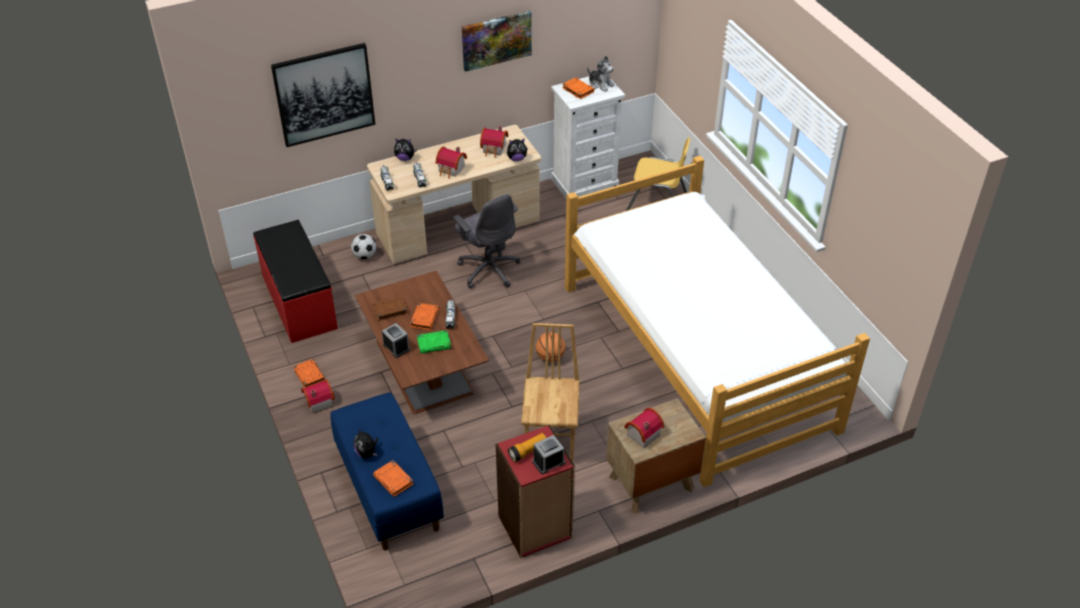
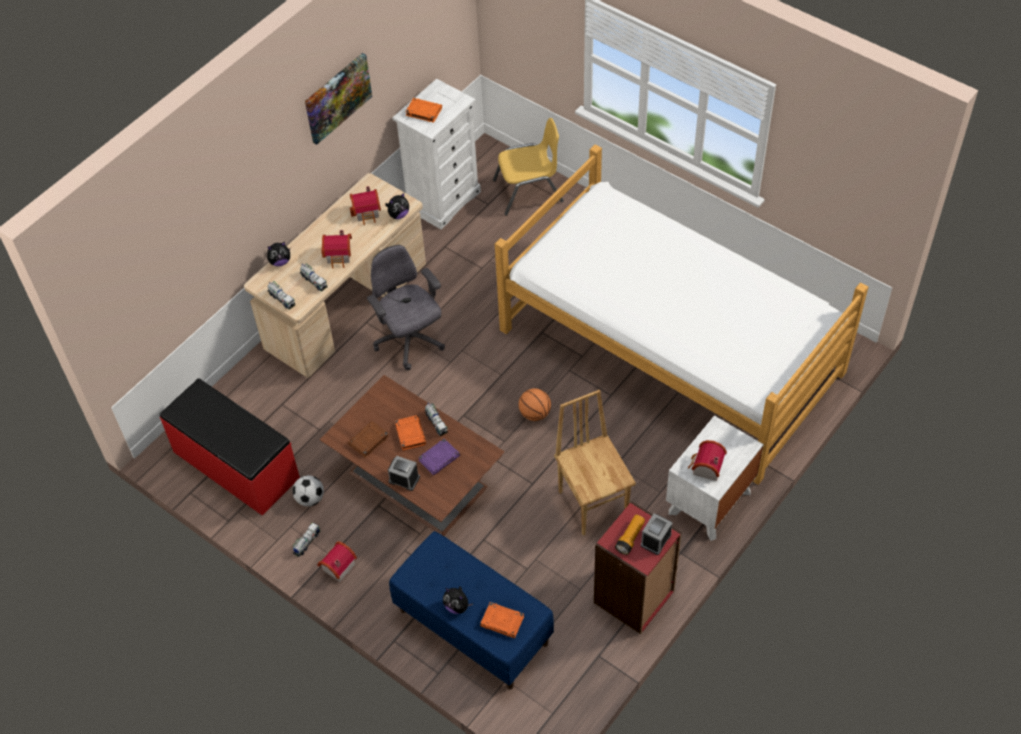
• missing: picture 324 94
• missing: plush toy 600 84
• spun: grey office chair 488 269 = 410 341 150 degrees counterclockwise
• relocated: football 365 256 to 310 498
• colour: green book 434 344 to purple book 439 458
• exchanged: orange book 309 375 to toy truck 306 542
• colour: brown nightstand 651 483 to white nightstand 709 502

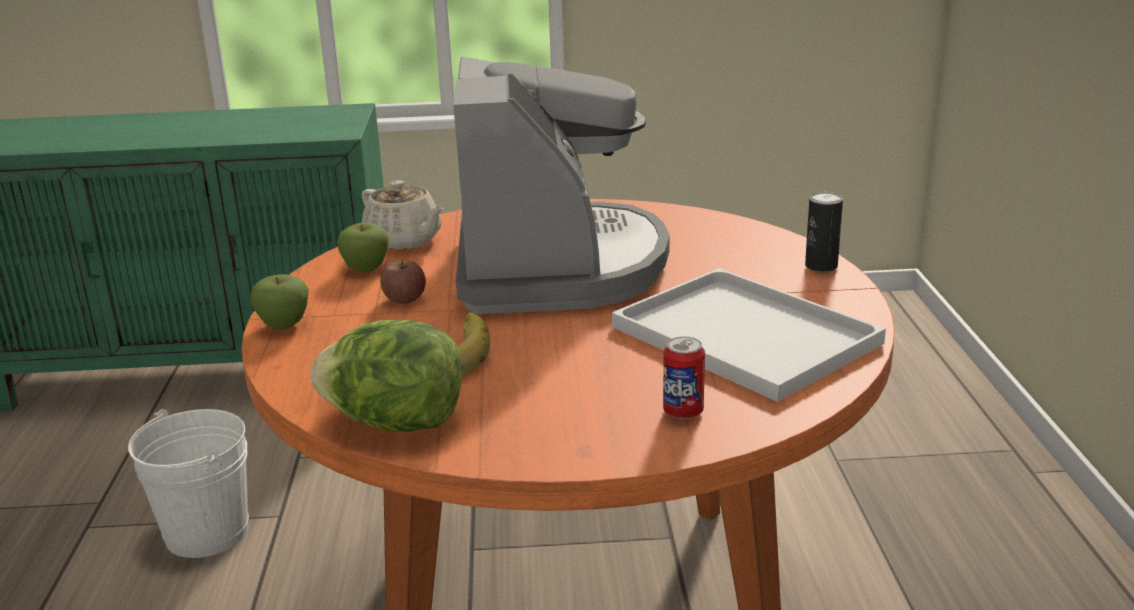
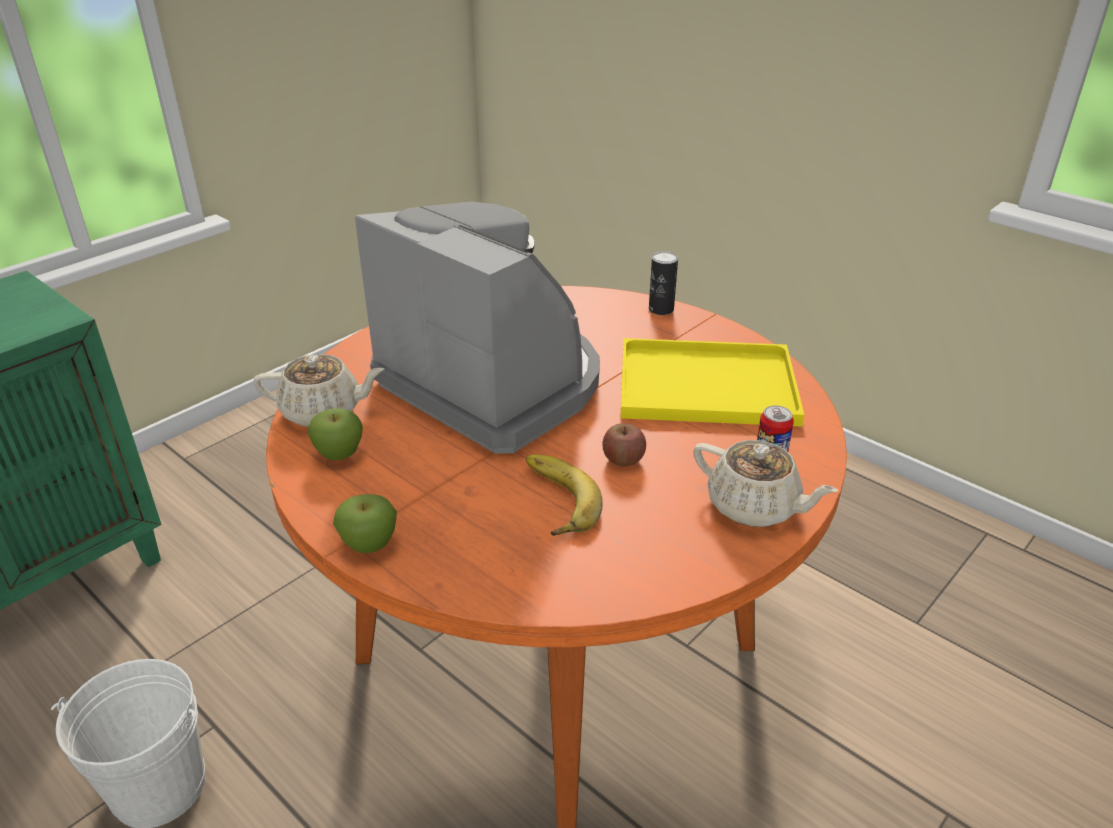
• relocated: apple 404 299 to 623 459
• colour: white tray 739 334 to yellow tray 703 386
• missing: lettuce 396 423
• appeared: beige teapot 754 507

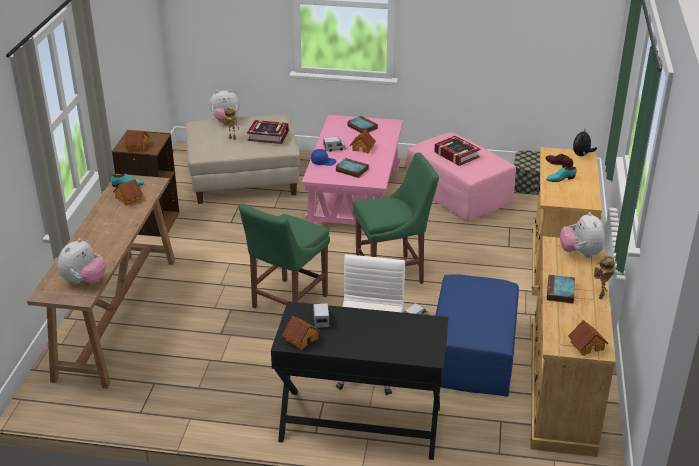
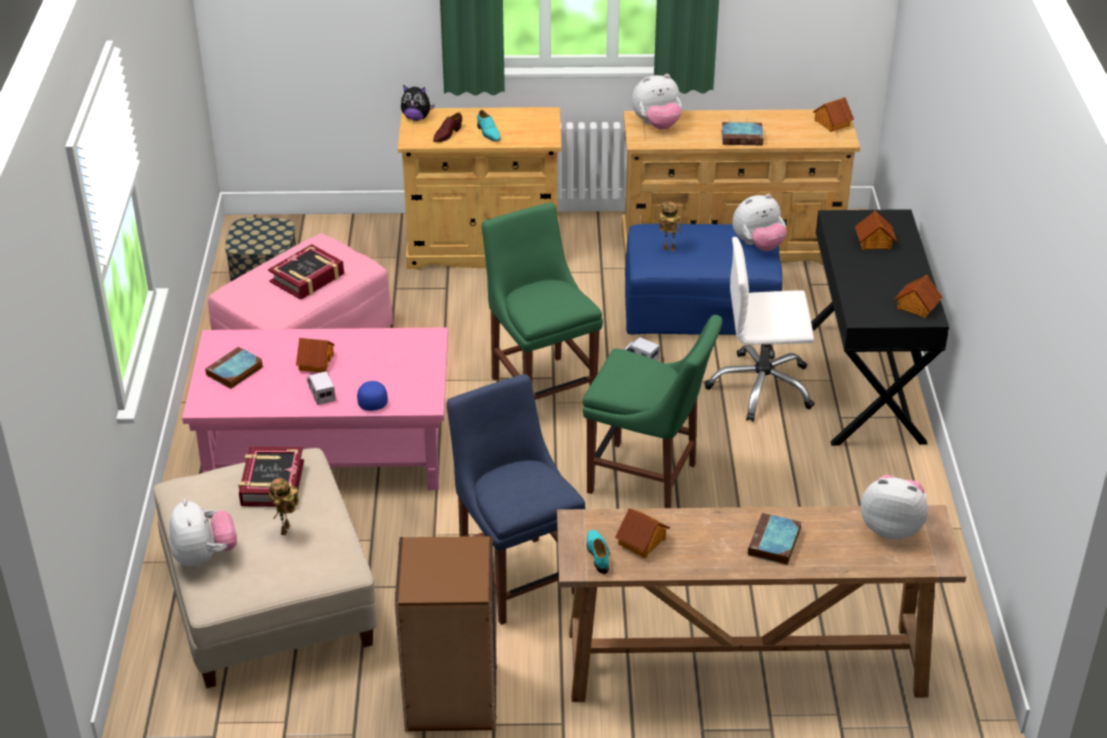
• relocated: toy house 137 146 to 874 242
• relocated: book 351 170 to 774 543
• relocated: toy robot 600 295 to 667 250
• missing: toy truck 321 319
• appeared: plush toy 758 245
• appeared: blue chair 517 575

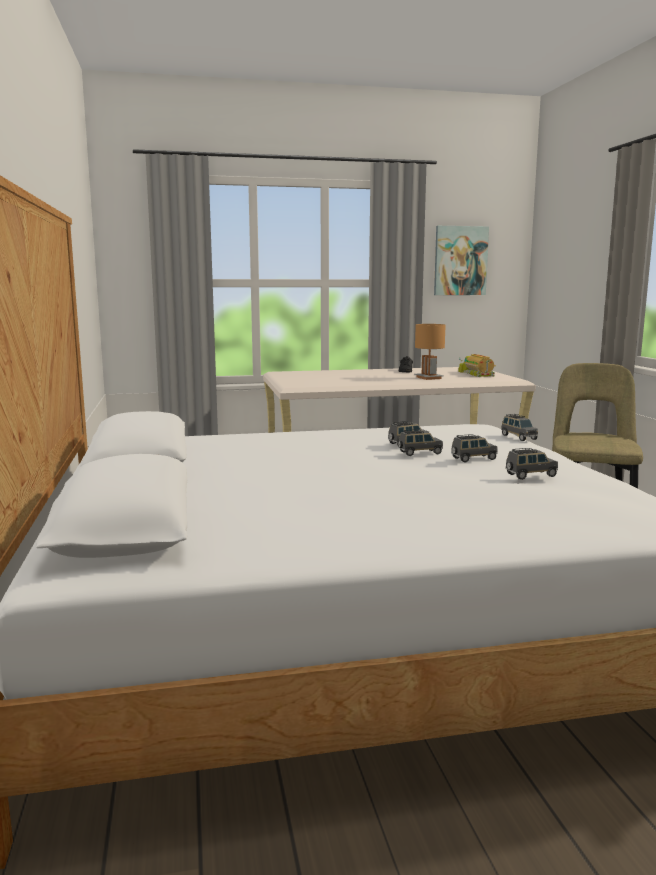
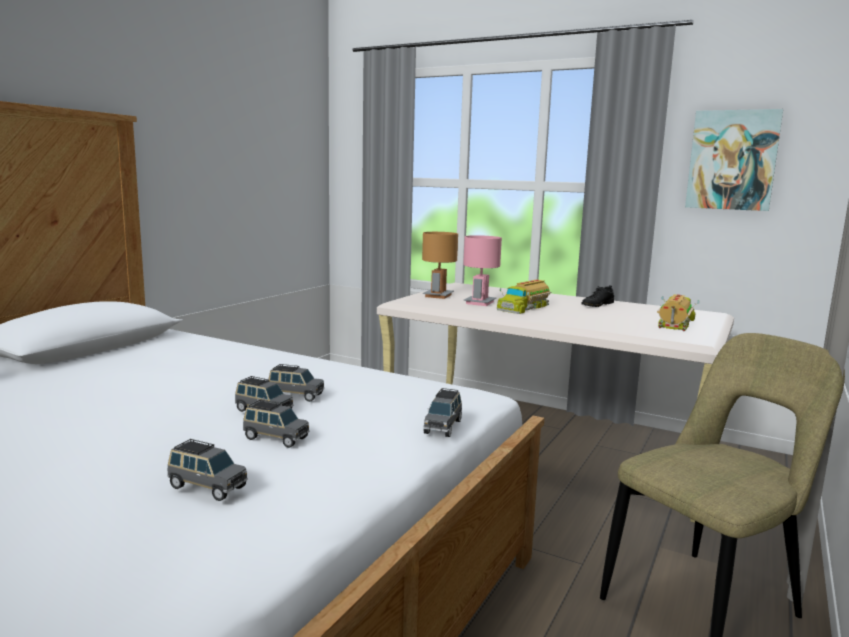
• relocated: brown table lamp 428 378 to 438 295
• appeared: pink table lamp 479 302
• appeared: toy truck 523 307

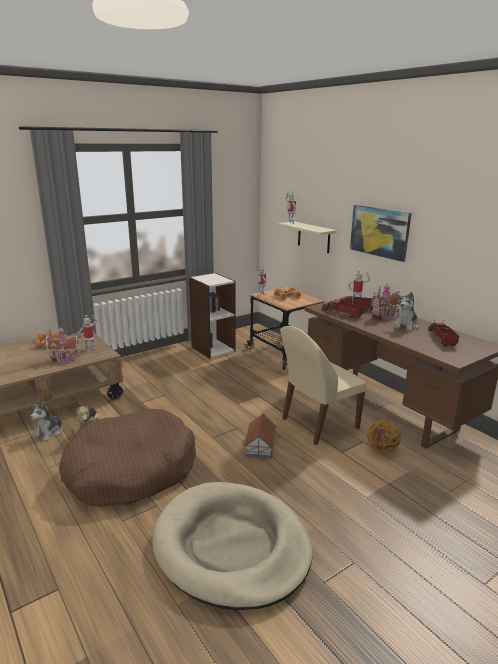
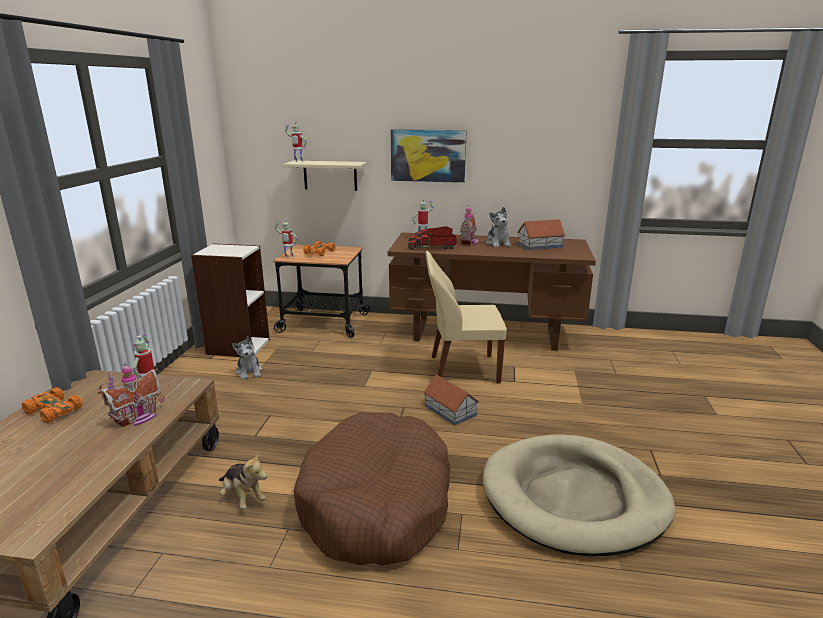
• exchanged: toy truck 441 339 to toy house 540 245
• spun: beige chair 318 424 = 461 369 75 degrees clockwise
• relocated: plush toy 49 432 to 249 372
• missing: basketball 382 449

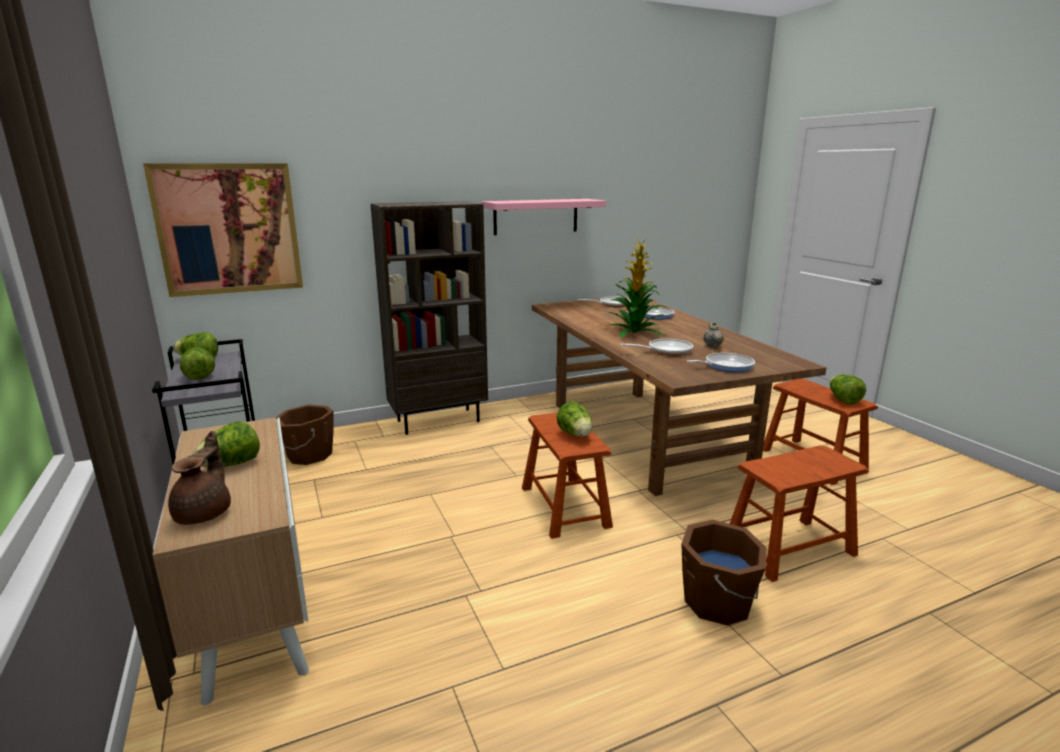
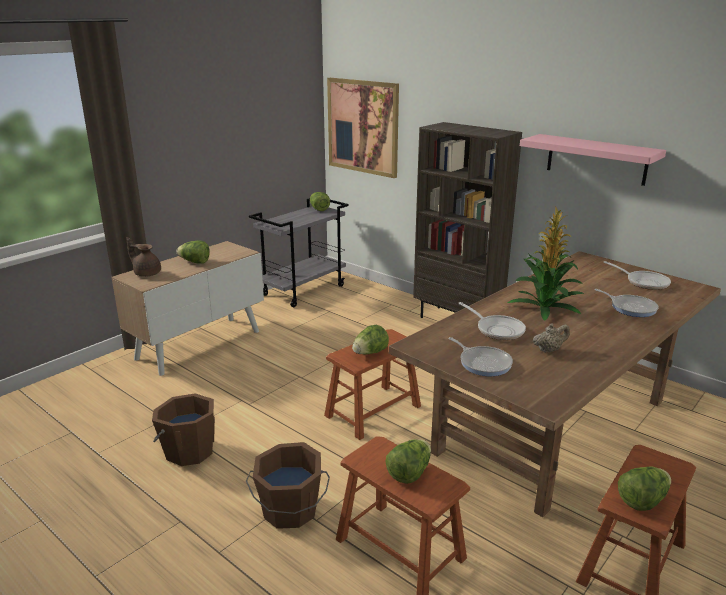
• relocated: lettuce 199 375 to 409 473
• relocated: brown bucket 308 455 to 188 450
• spun: brown teapot 205 513 = 147 273 135 degrees counterclockwise

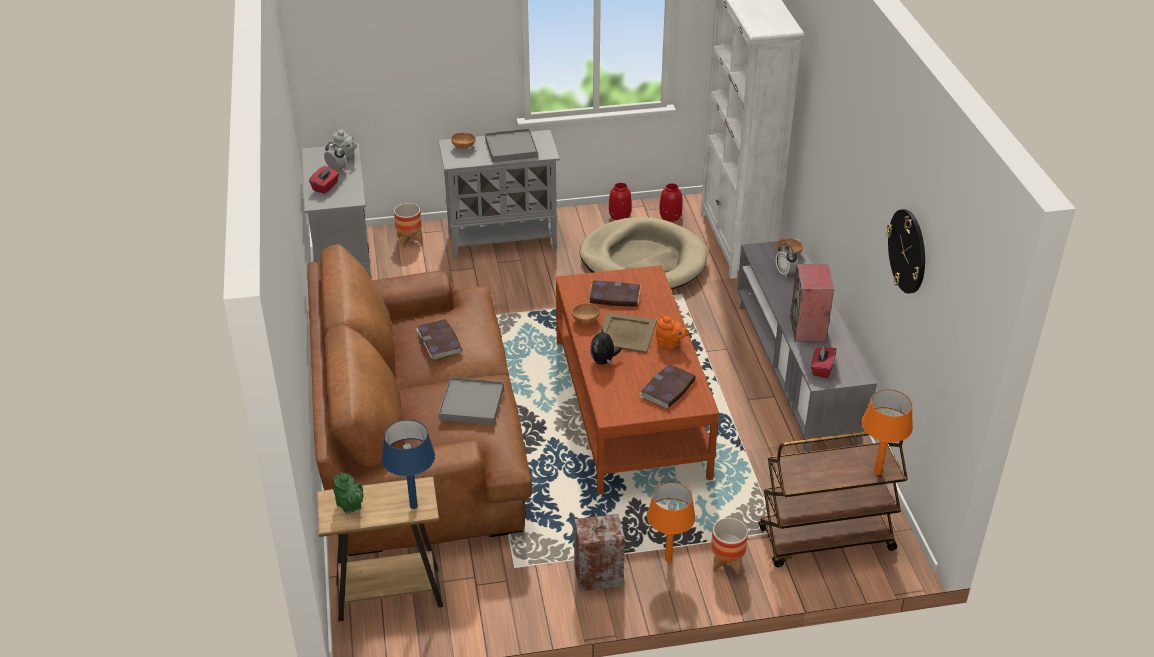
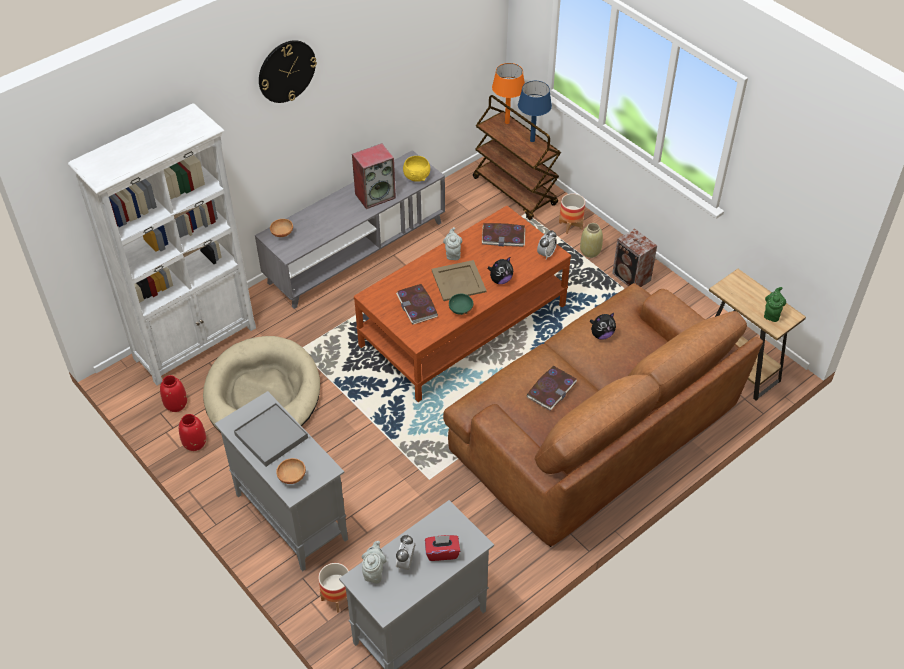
• relocated: wall clock 907 251 to 286 71
• relocated: alarm clock 785 273 to 546 254
• colour: brown bowl 585 320 to green bowl 460 310
• colour: orange teapot 670 344 to grey teapot 453 253
• exchanged: red tissue box 822 369 to yellow bowl 417 177
• exchanged: grey tray 472 404 to plush toy 601 334
• relocated: blue table lamp 414 506 to 532 140
• exchanged: orange table lamp 668 559 to beige vase 590 251

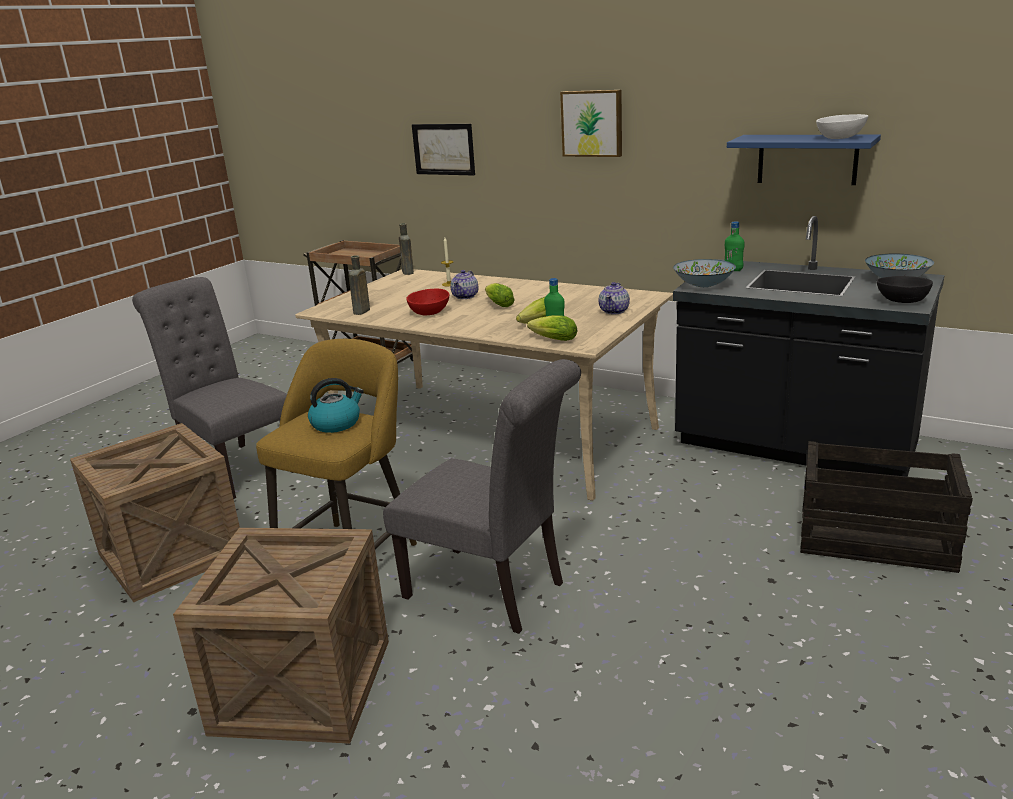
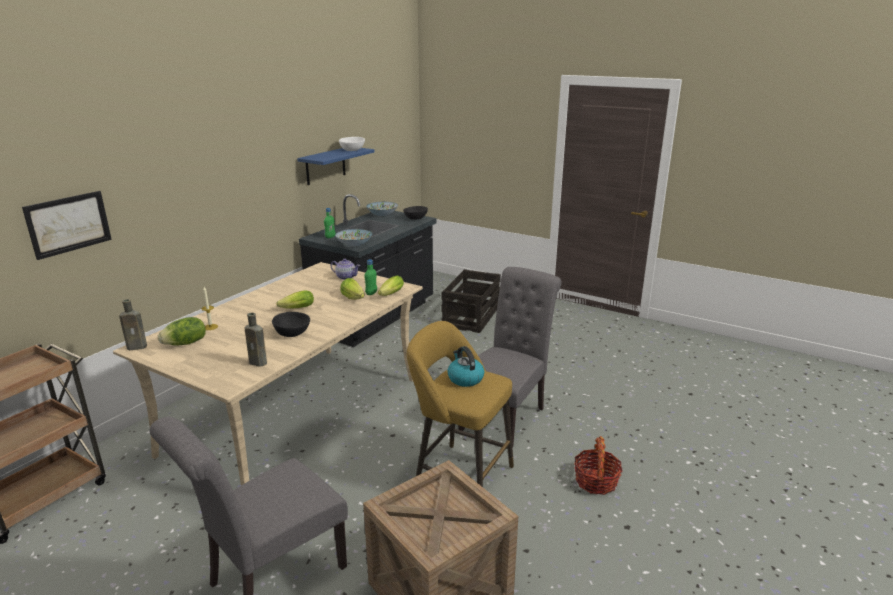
• missing: picture 592 123
• missing: teapot 465 296
• colour: red bowl 429 312 to black bowl 291 333
• exchanged: crate 303 686 to basket 596 481
• appeared: lettuce 186 343

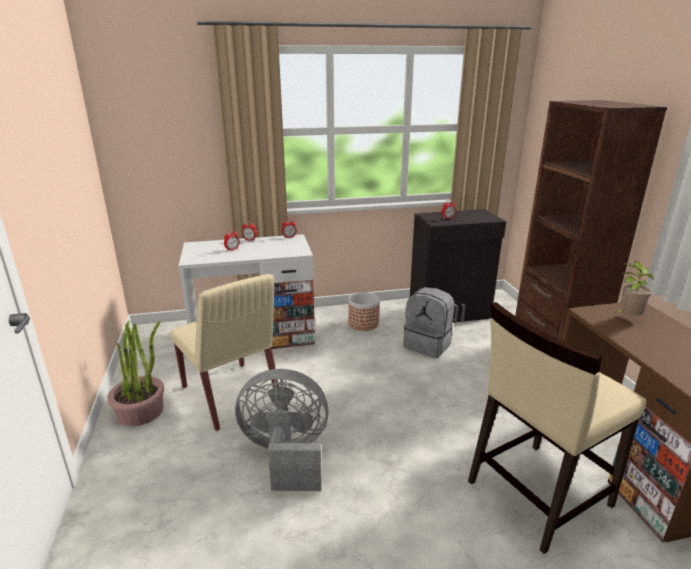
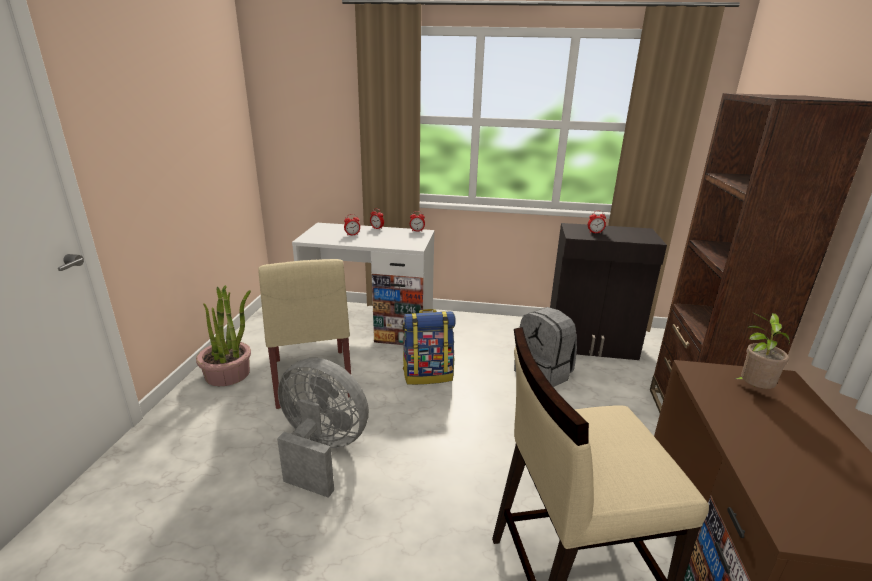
• missing: planter 363 323
• appeared: backpack 428 375

